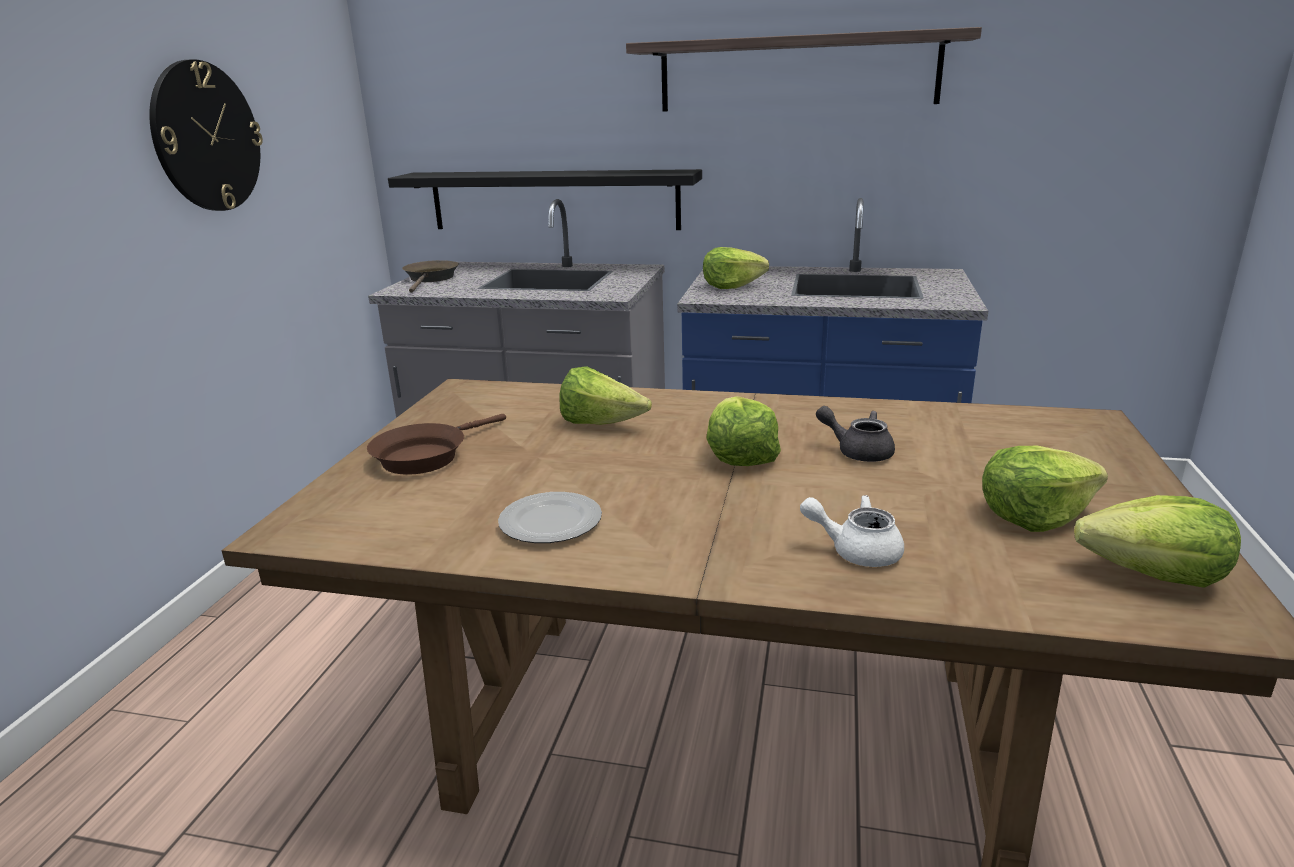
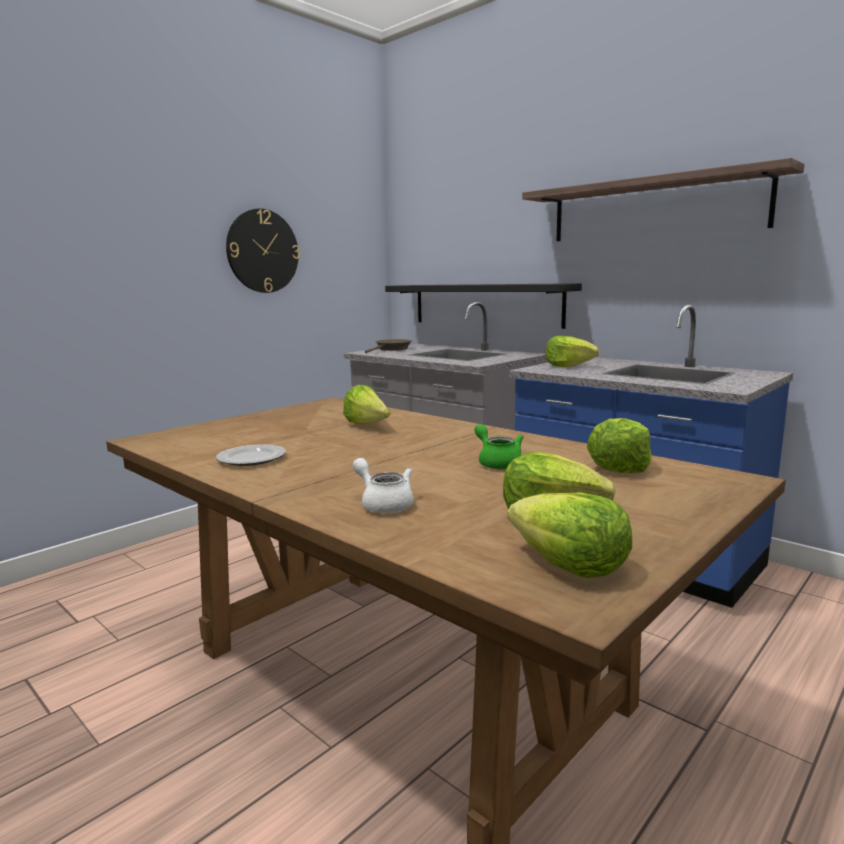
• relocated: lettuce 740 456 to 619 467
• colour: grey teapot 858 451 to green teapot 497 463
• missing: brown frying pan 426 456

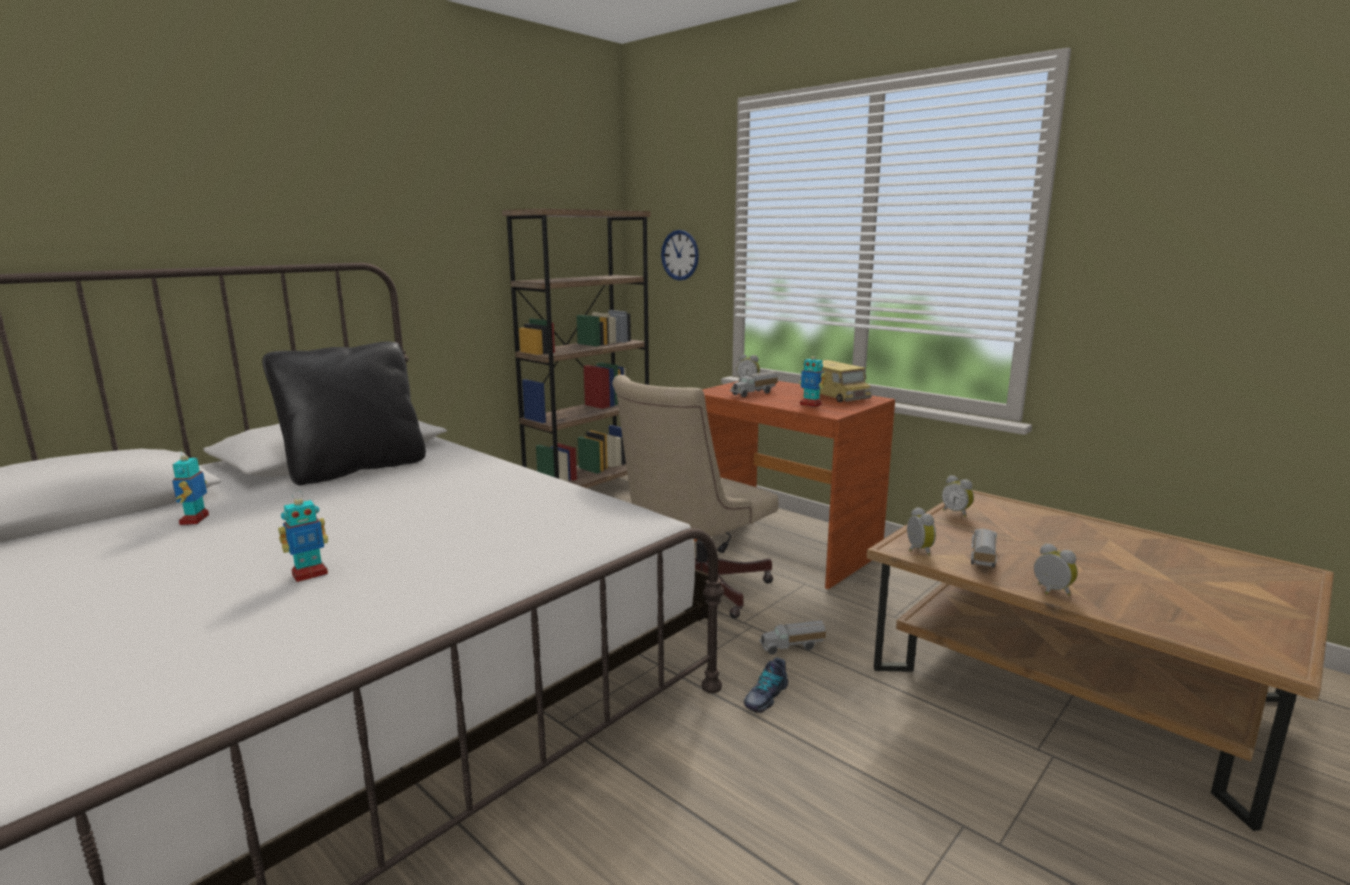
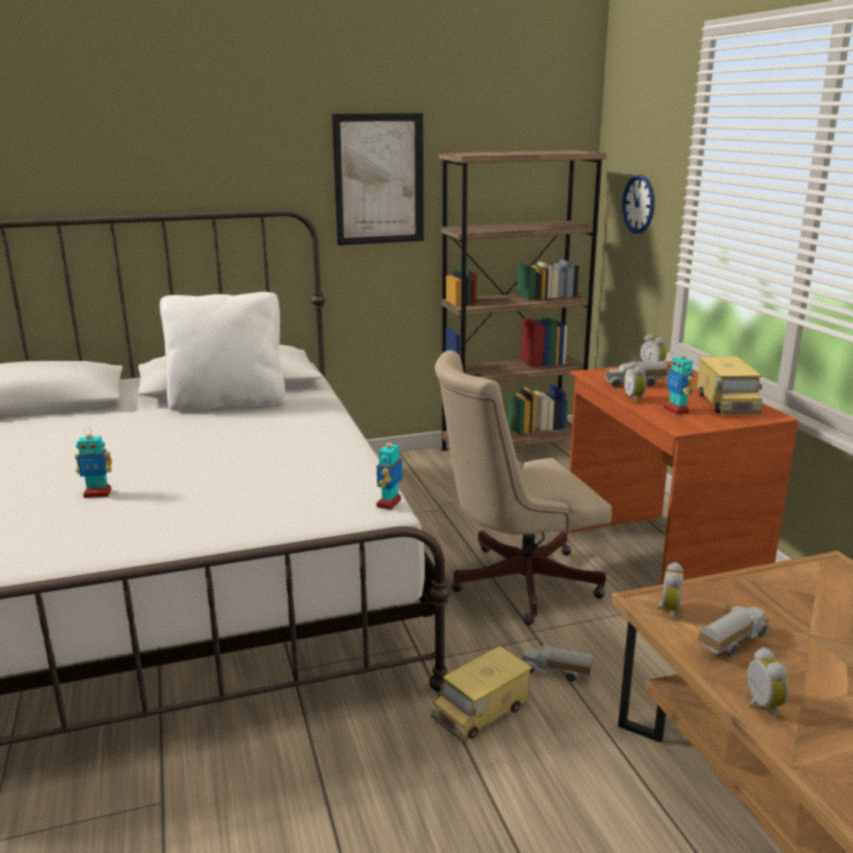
• colour: black pillow 356 468 to white pillow 228 402
• relocated: toy robot 195 520 to 389 504
• relocated: alarm clock 956 512 to 635 399
• exchanged: shoe 765 696 to toy truck 481 711
• appeared: picture 379 179

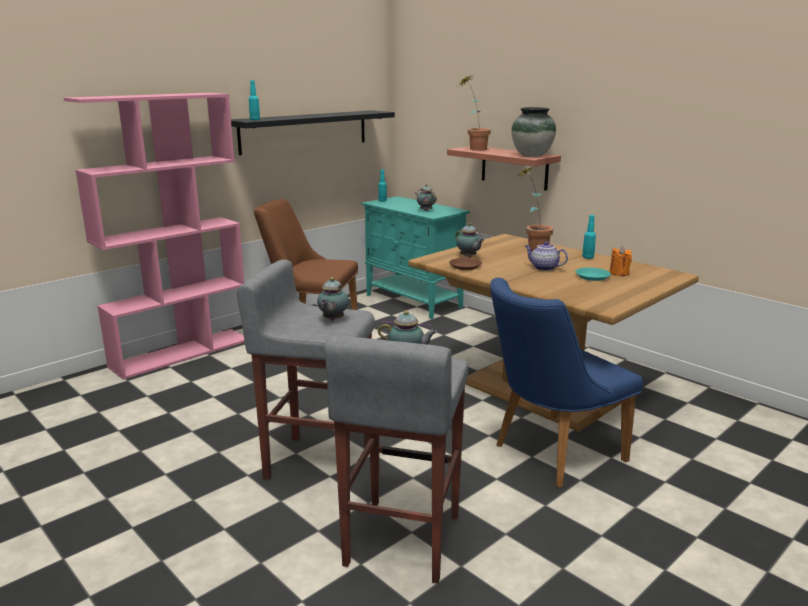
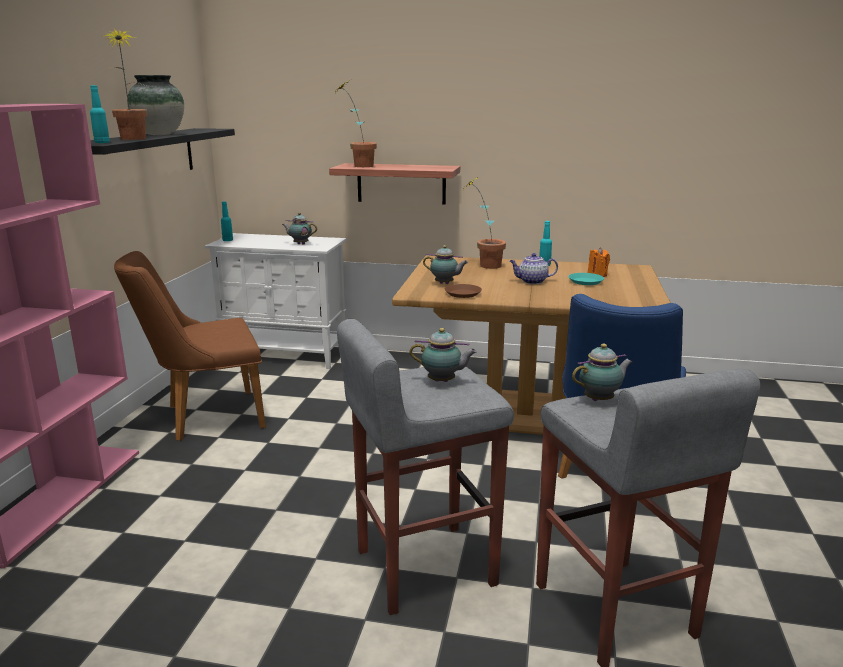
• relocated: vase 532 155 to 160 134
• colour: turquoise cabinet 414 301 to white cabinet 286 355
• spun: teapot 332 320 = 443 381 60 degrees counterclockwise
• appeared: potted plant 132 139

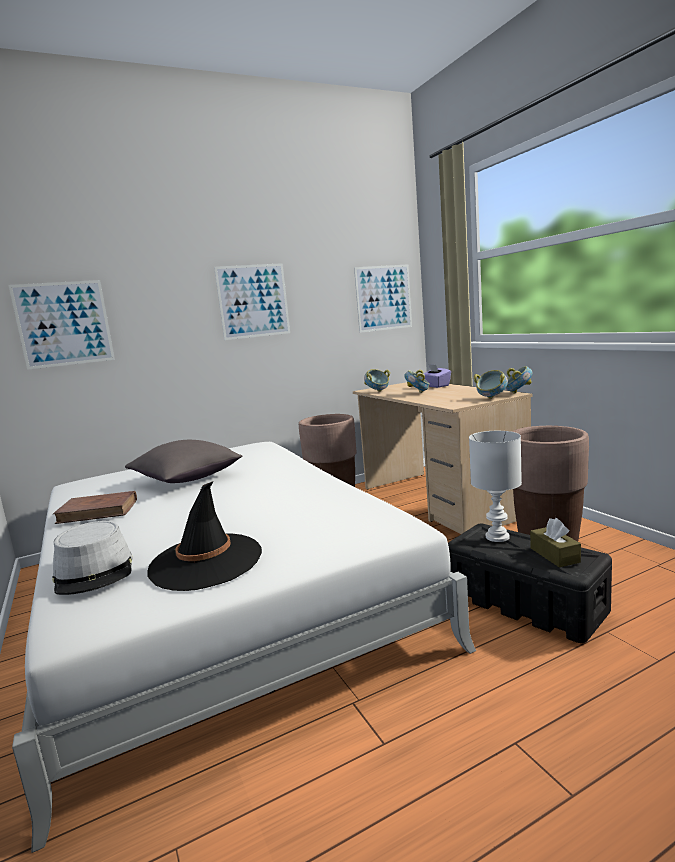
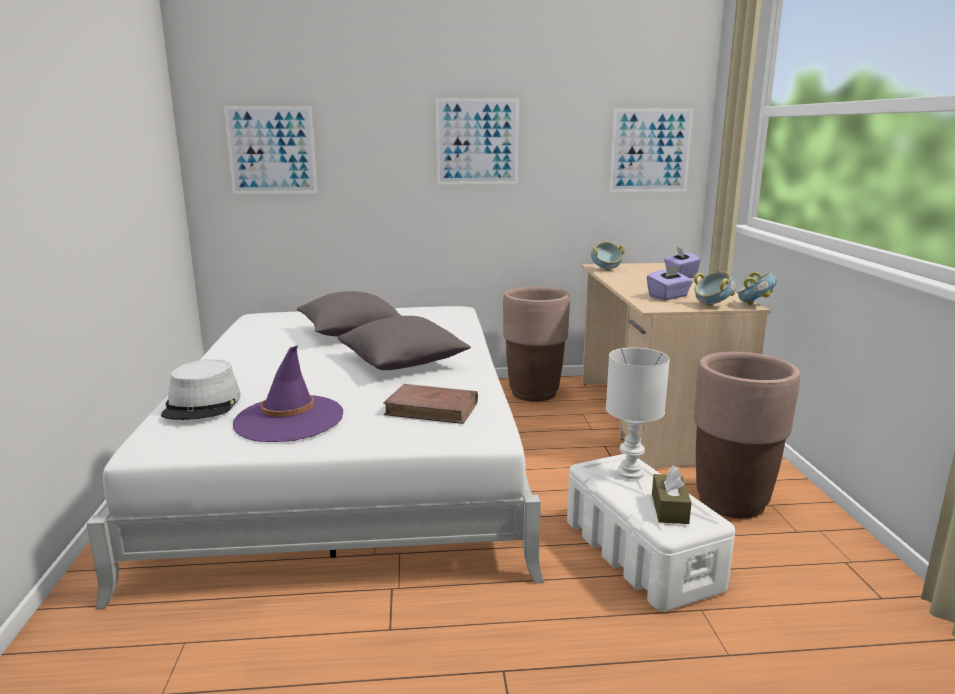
• missing: bowl 418 393
• colour: black hat 206 561 to purple hat 289 419
• relocated: brown book 98 511 to 432 408
• colour: black storage box 526 603 to white storage box 641 555
• appeared: purple tissue box 668 296
• appeared: grey pillow 403 363

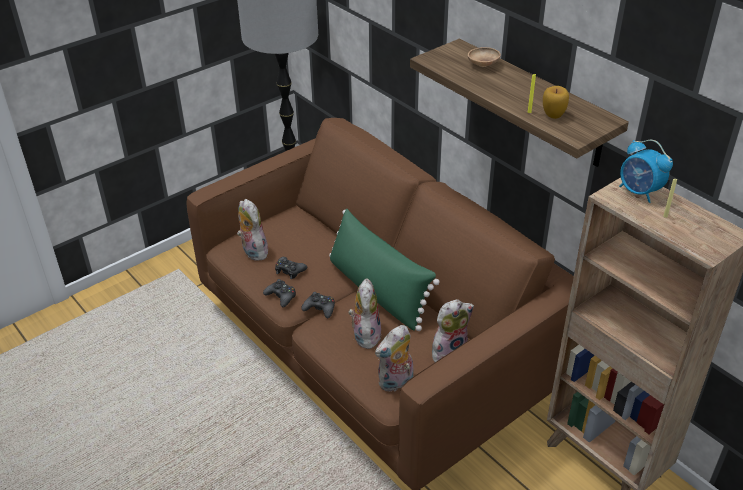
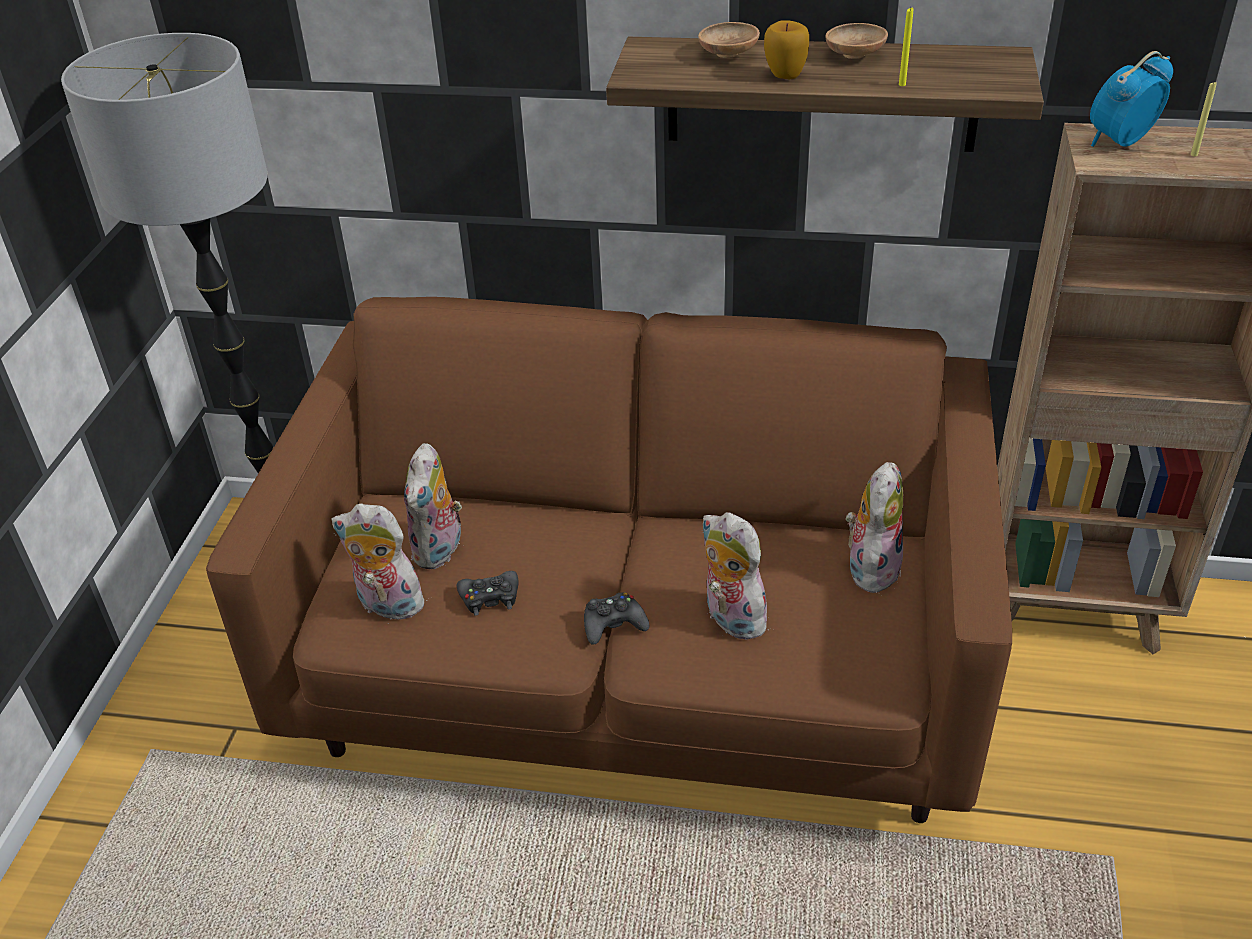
• relocated: apple 553 115 to 784 75
• spun: alarm clock 639 192 = 1119 142 135 degrees clockwise
• missing: green pillow 377 291
• missing: black game controller 281 296
• relocated: plush toy 396 383 to 440 551
• appeared: brown bowl 855 56

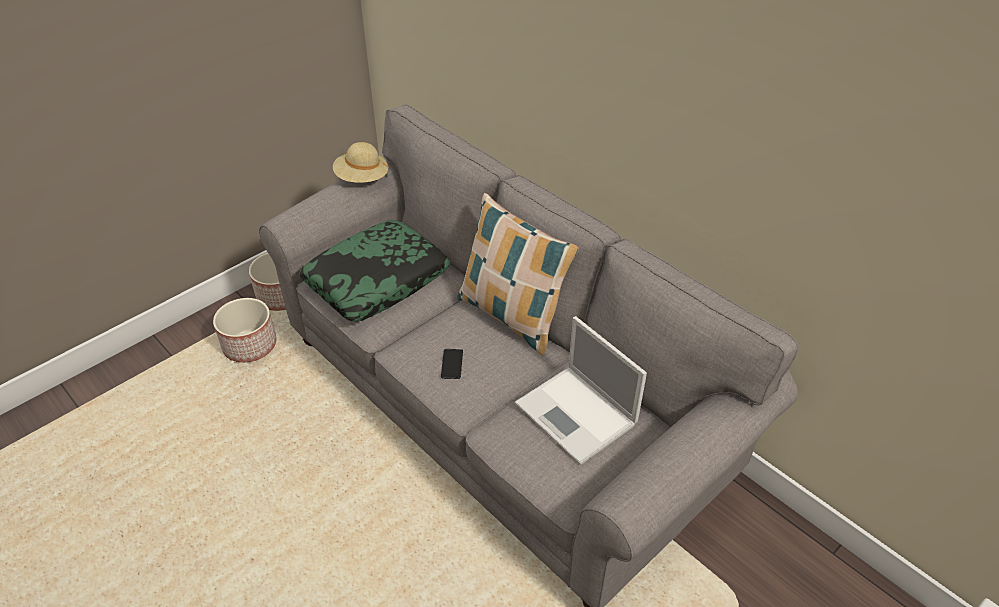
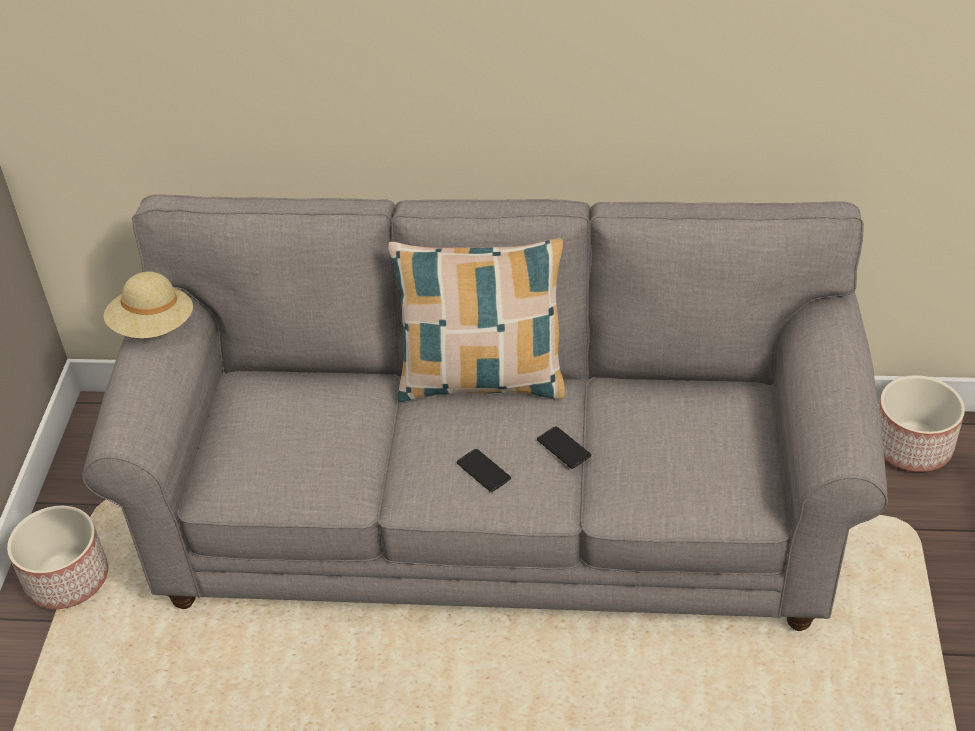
• missing: pillow 377 281
• relocated: planter 251 345 to 912 445
• missing: laptop 577 415
• appeared: phone 563 448

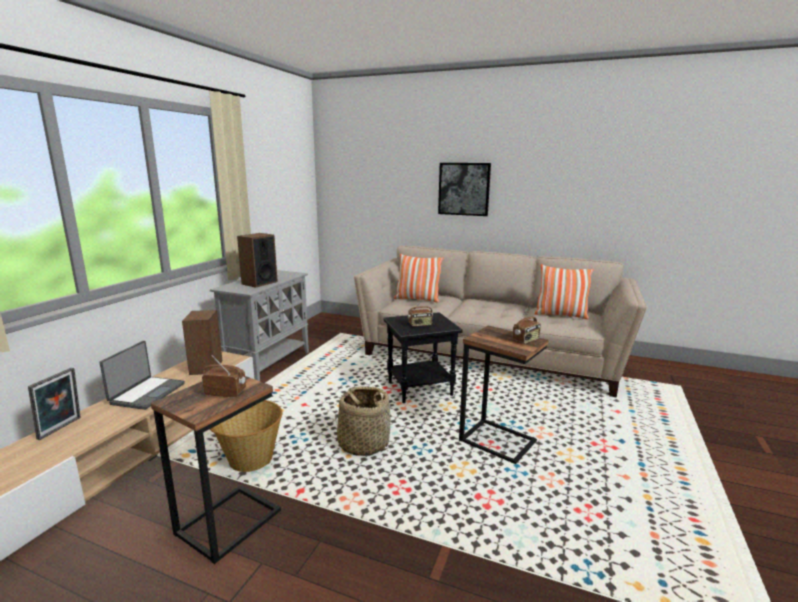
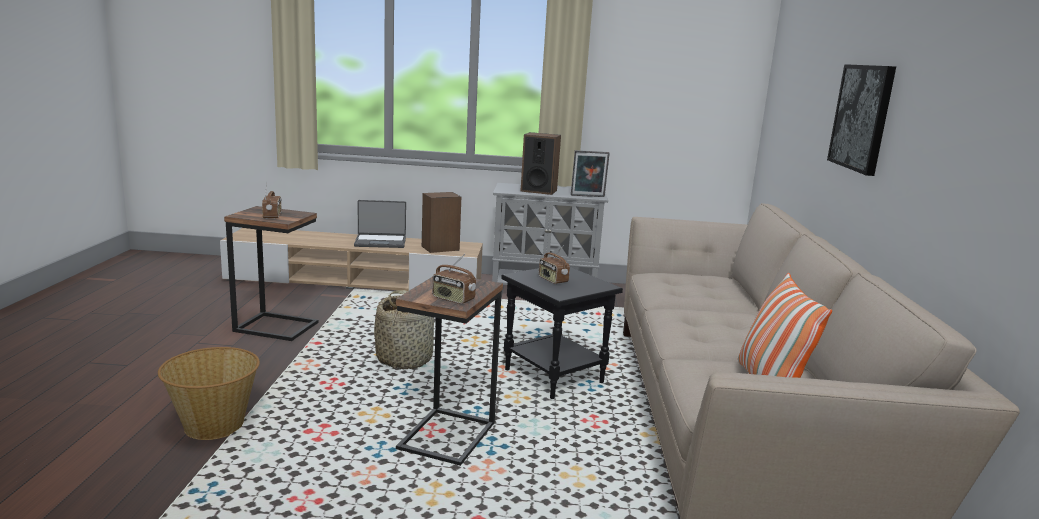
• missing: pillow 417 299
• relocated: picture frame 61 428 to 587 196
• relocated: basket 250 459 to 214 424

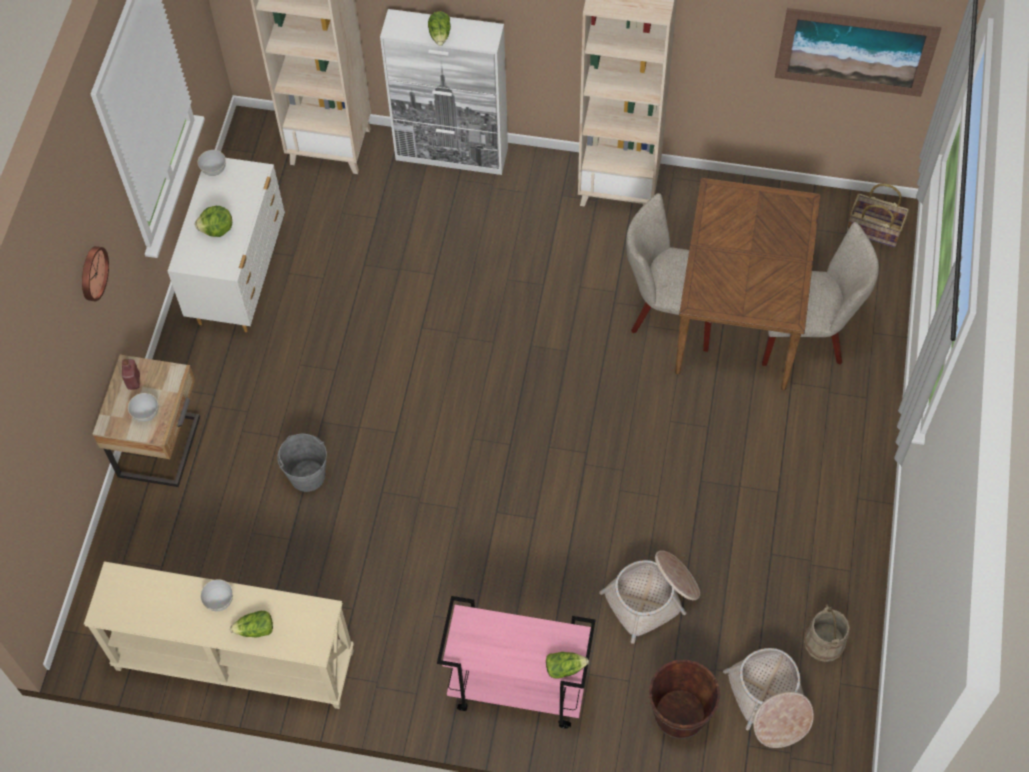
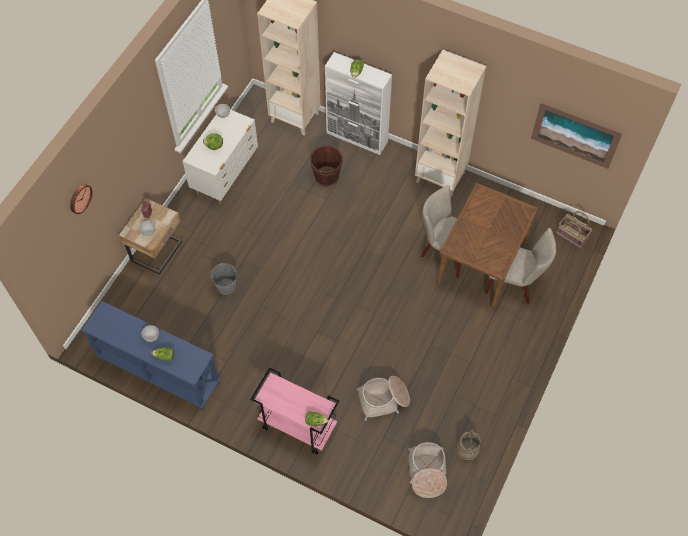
• relocated: wall clock 92 273 to 79 198
• colour: beige console table 233 661 to blue console table 158 371
• relocated: brown bucket 679 715 to 326 177

